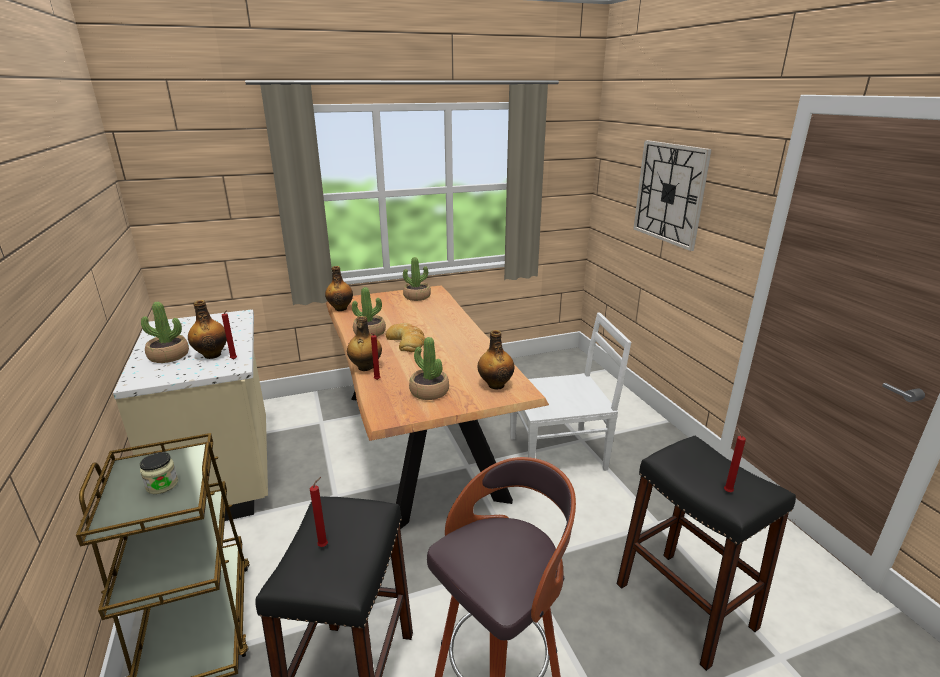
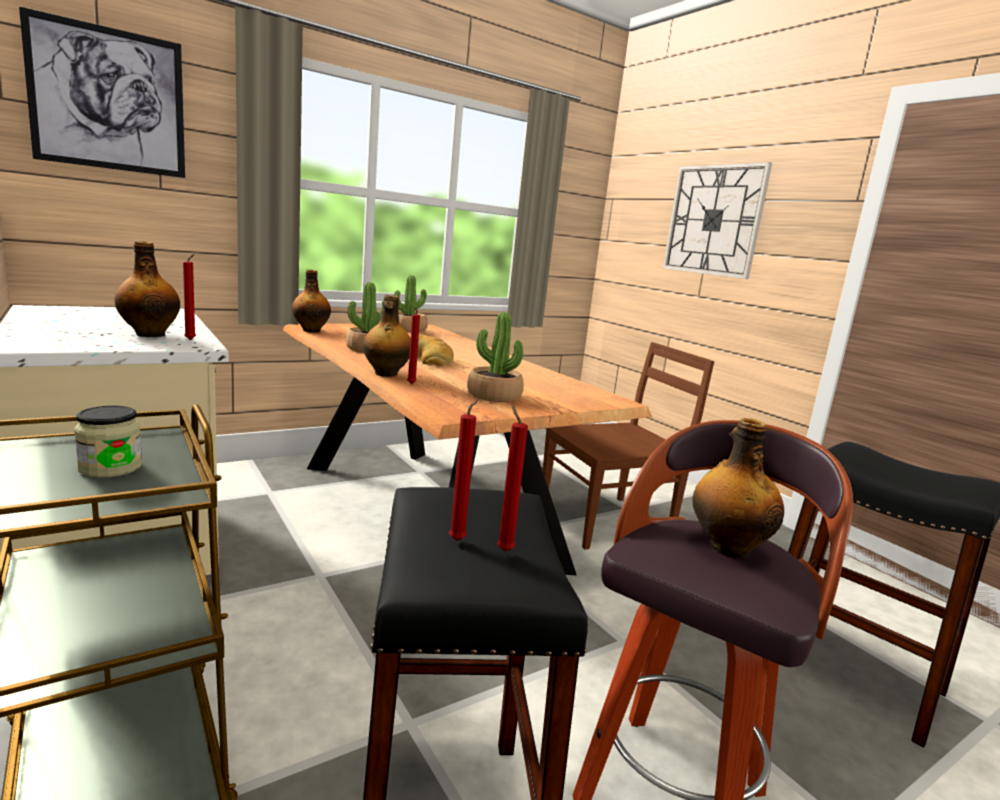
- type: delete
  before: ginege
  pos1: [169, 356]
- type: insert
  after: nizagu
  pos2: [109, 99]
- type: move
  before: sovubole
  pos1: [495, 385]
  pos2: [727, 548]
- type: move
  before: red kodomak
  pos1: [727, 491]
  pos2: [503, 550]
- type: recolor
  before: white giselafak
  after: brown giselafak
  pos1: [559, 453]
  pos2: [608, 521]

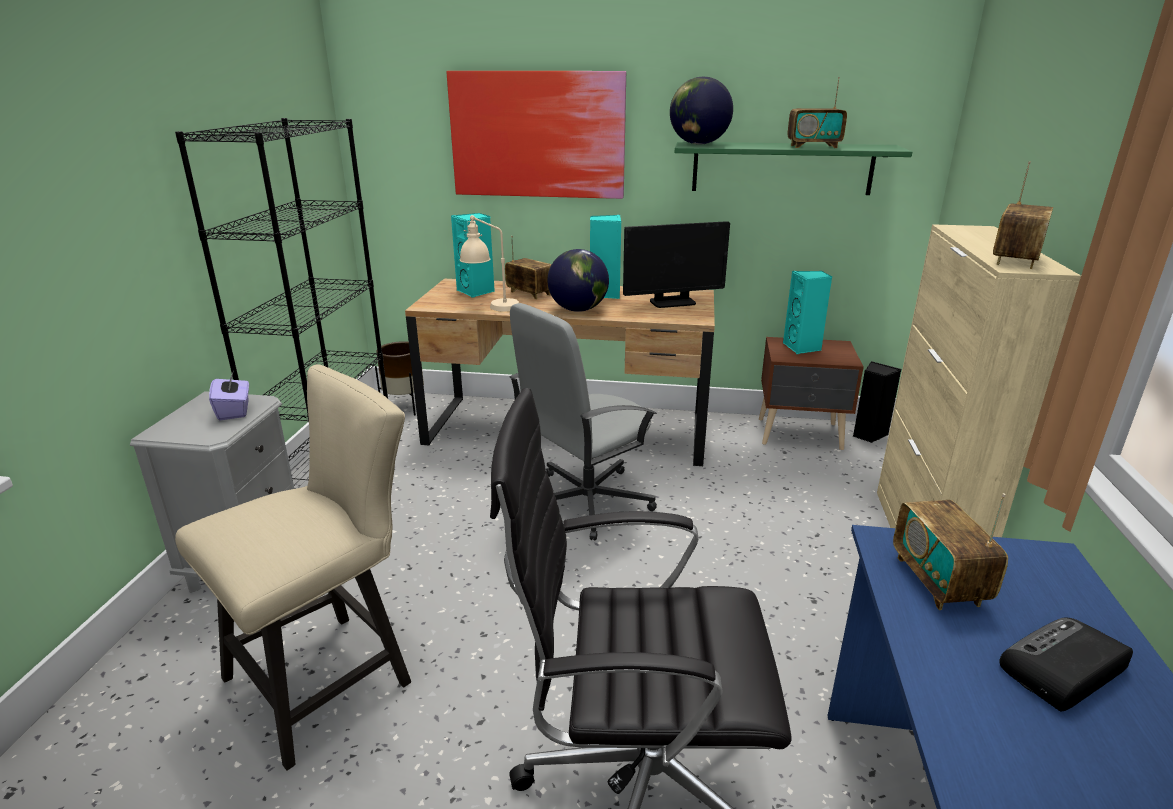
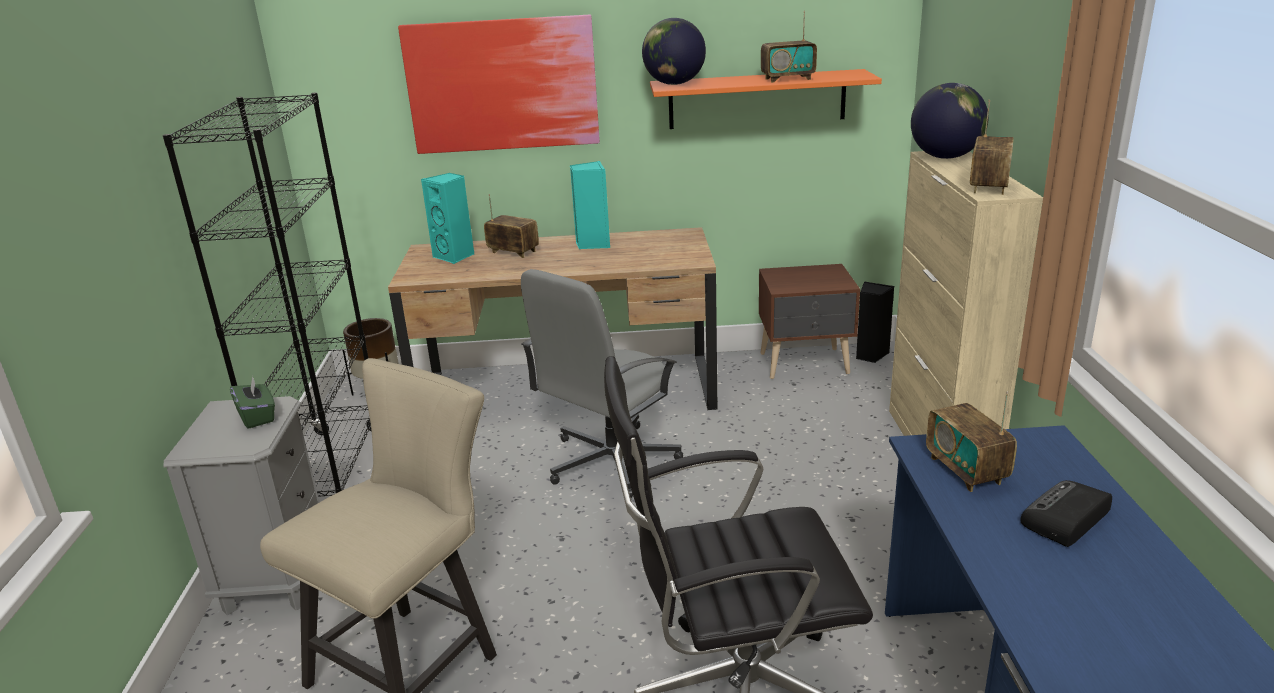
- type: delete
  before: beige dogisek
  pos1: [491, 307]
- type: delete
  before: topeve
  pos1: [672, 302]
- type: delete
  before: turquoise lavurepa
  pos1: [802, 348]
- type: move
  before: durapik
  pos1: [578, 309]
  pos2: [945, 157]
- type: recolor
  before: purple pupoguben
  after: green pupoguben
  pos1: [234, 411]
  pos2: [257, 417]
- type: recolor
  before: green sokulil
  after: orange sokulil
  pos1: [782, 168]
  pos2: [757, 99]

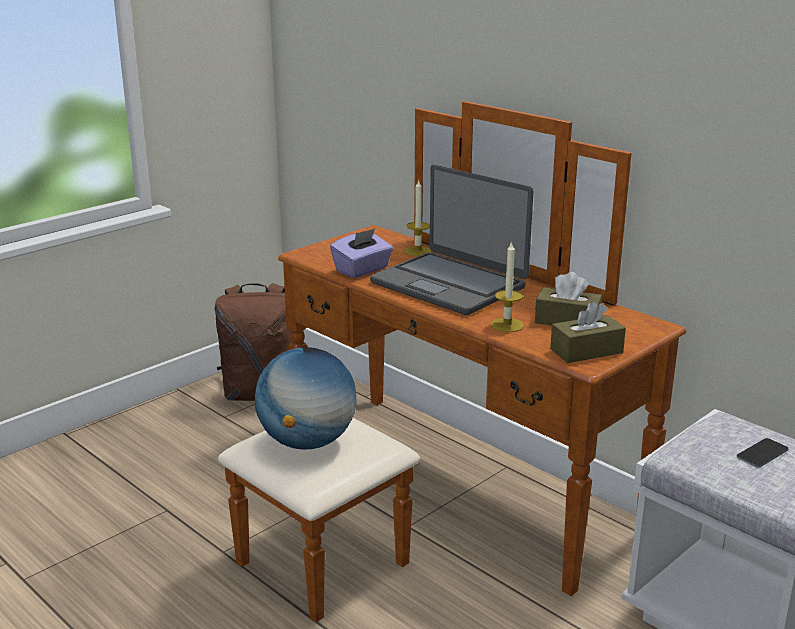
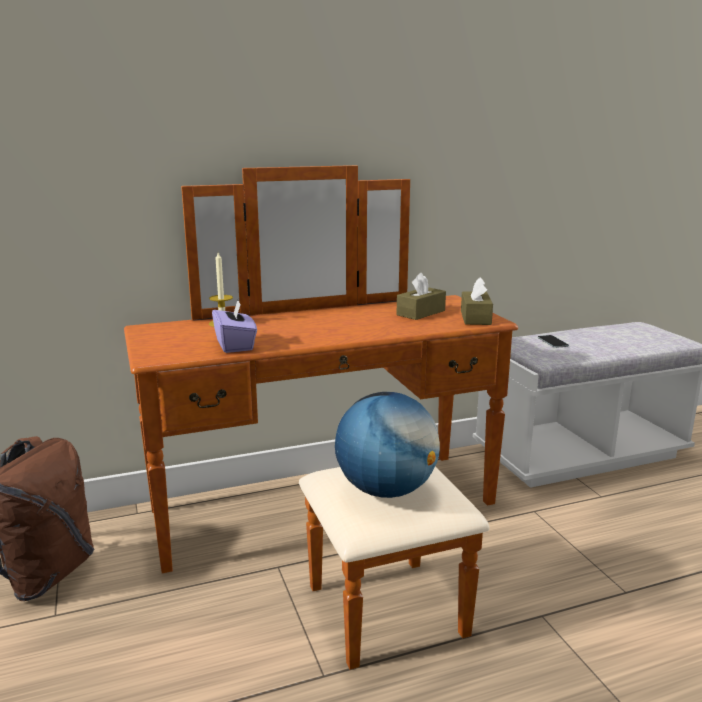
- type: delete
  before: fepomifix
  pos1: [449, 284]
- type: delete
  before: kodomak
  pos1: [507, 325]

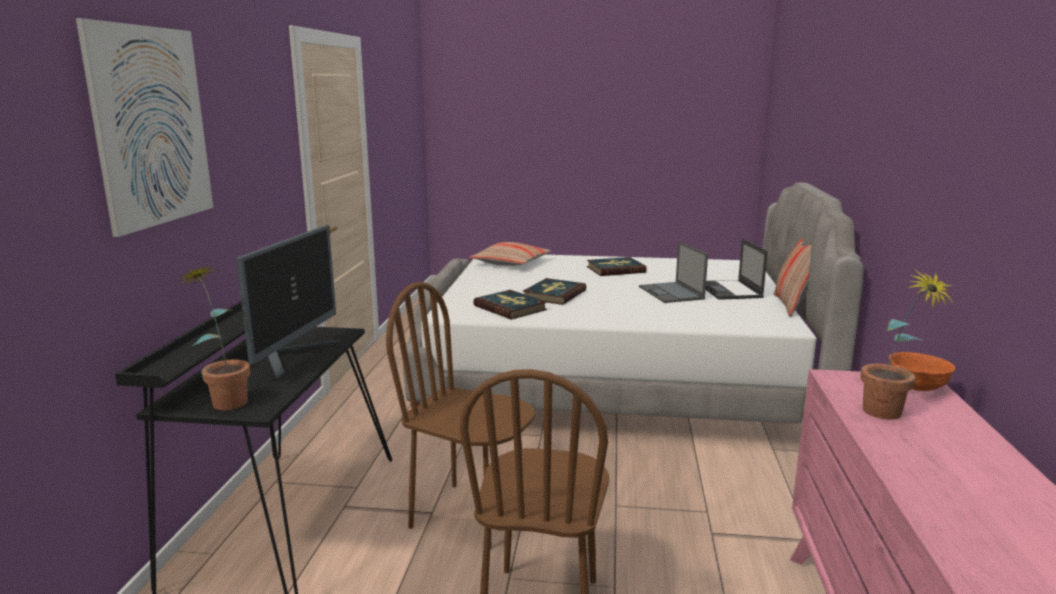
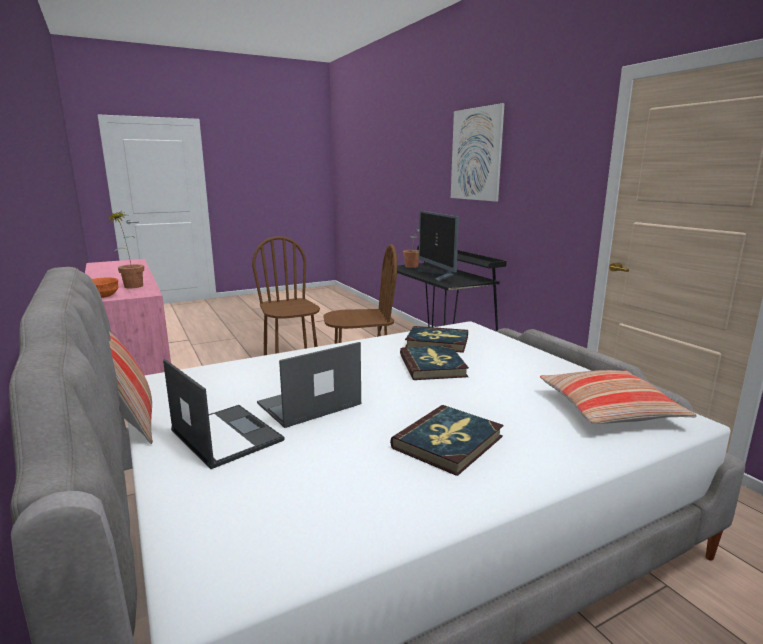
- type: rotate
  before: fepomifix
  pos1: [671, 293]
  pos2: [308, 404]
  turn: -75

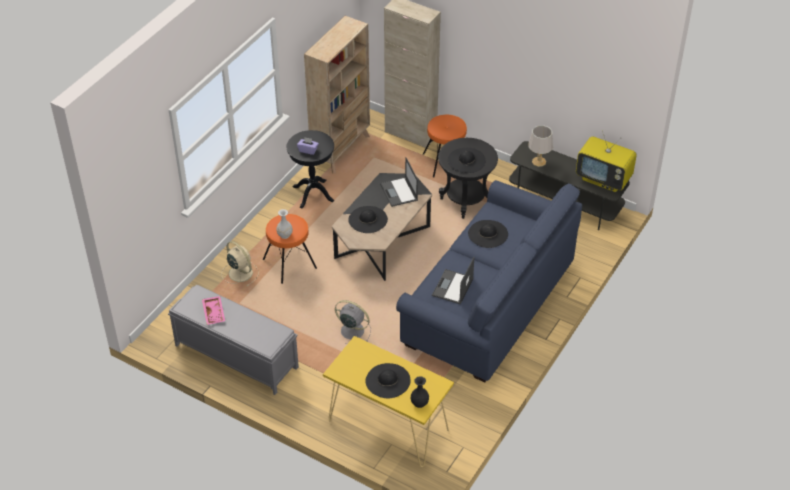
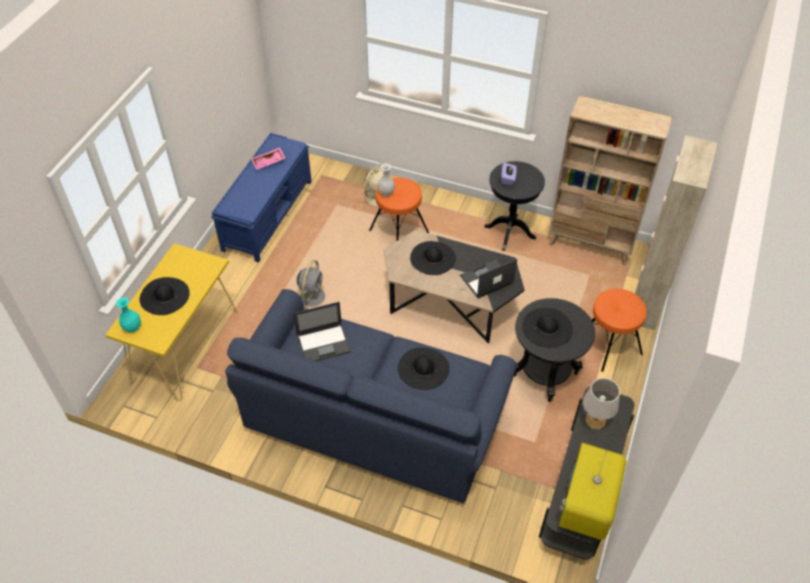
- type: recolor
  before: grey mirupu
  after: blue mirupu
  pos1: [235, 356]
  pos2: [268, 214]
- type: recolor
  before: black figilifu
  after: turquoise figilifu
  pos1: [419, 403]
  pos2: [132, 327]
- type: rotate
  before: fepomifix
  pos1: [452, 287]
  pos2: [324, 343]
  turn: 150

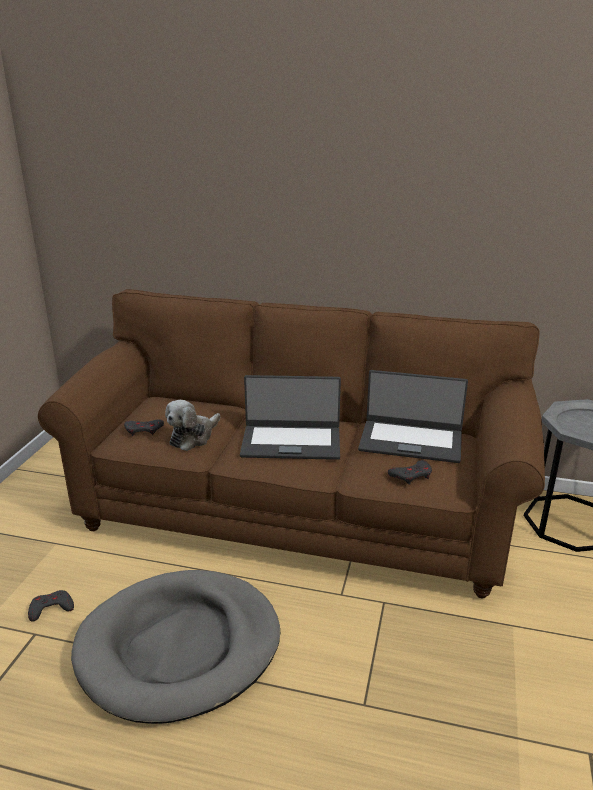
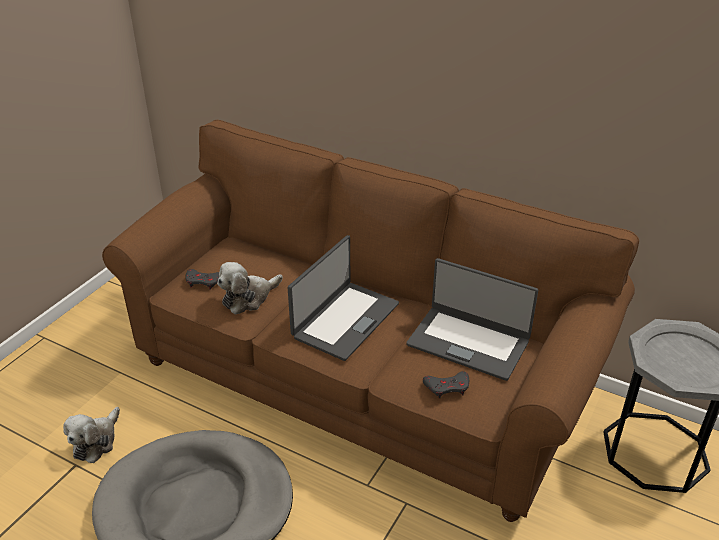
- type: replace
  before: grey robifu
  after: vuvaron
  pos1: [51, 608]
  pos2: [96, 441]
- type: rotate
  before: fepomifix
  pos1: [291, 442]
  pos2: [344, 320]
  turn: -75

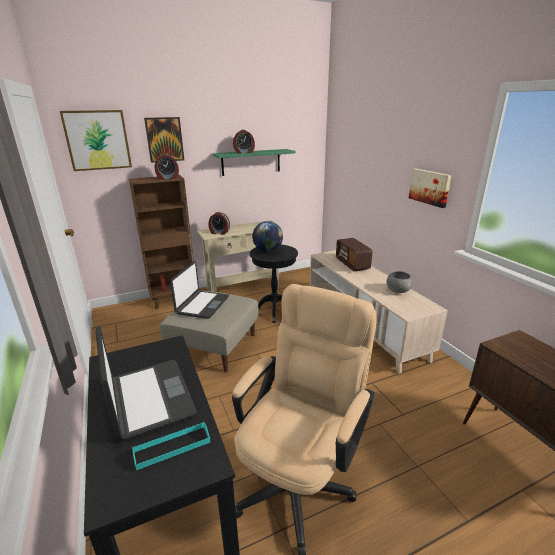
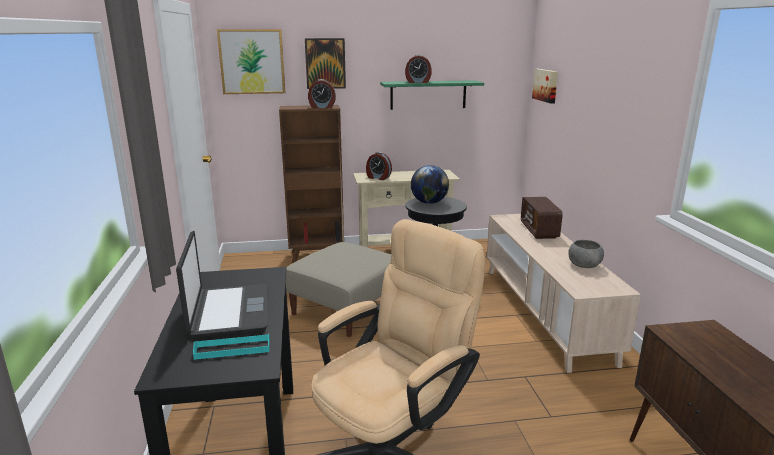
- type: delete
  before: fepomifix
  pos1: [202, 305]
- type: move
  before: nizagu
  pos1: [430, 187]
  pos2: [546, 85]

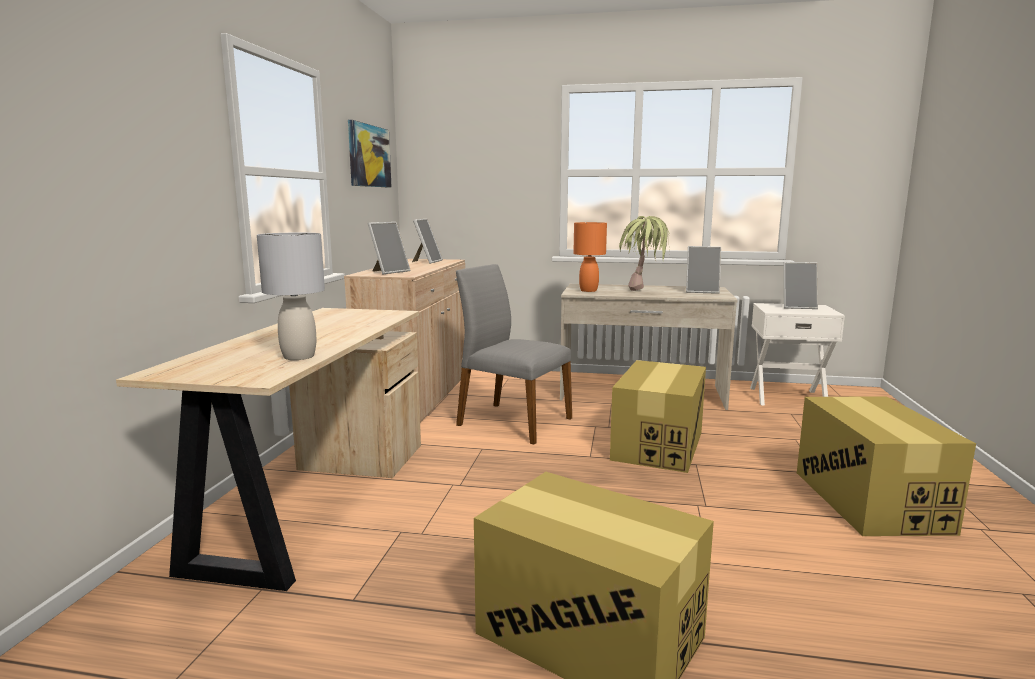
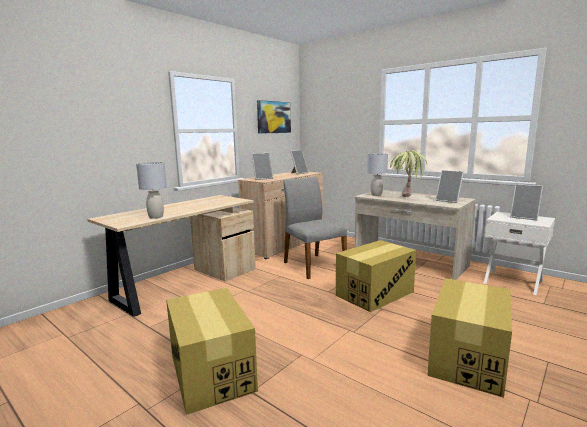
- type: recolor
  before: orange dogisek
  after: grey dogisek
  pos1: [588, 290]
  pos2: [376, 195]

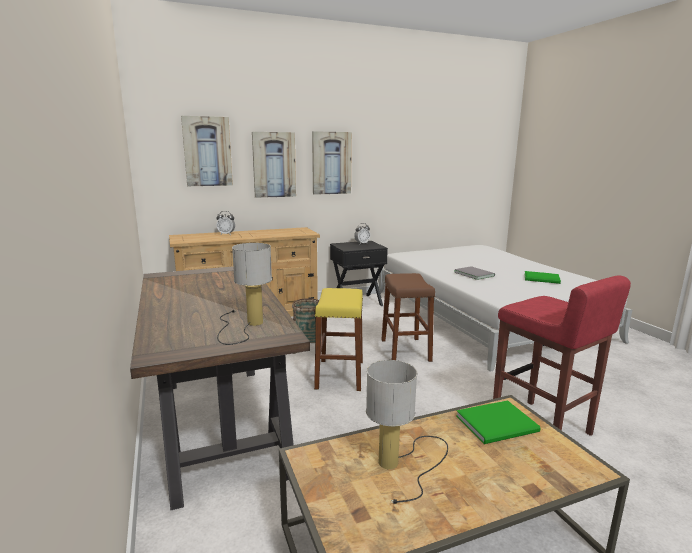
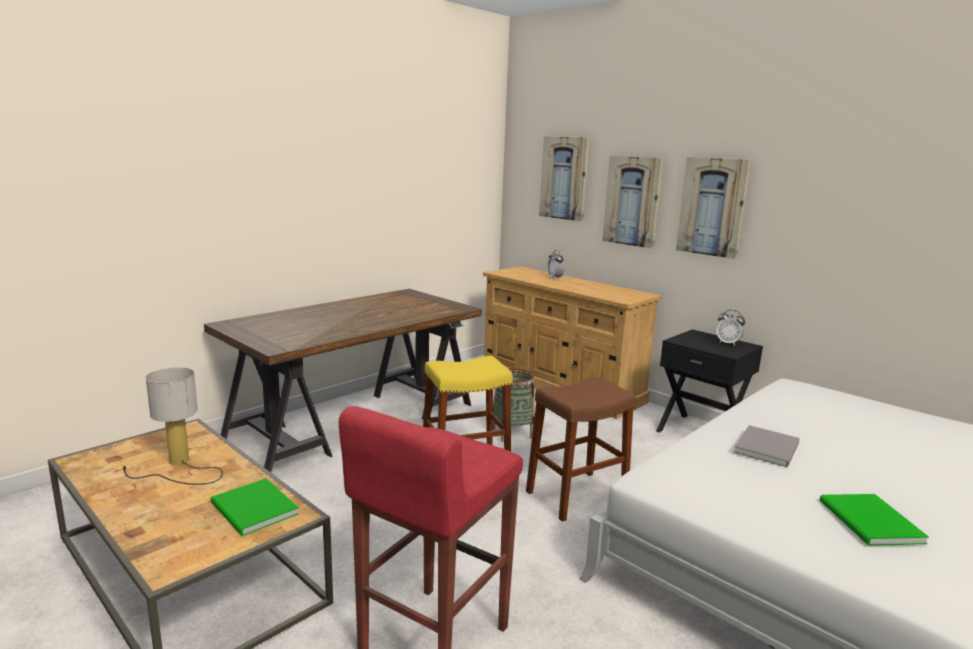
- type: delete
  before: dogisek
  pos1: [245, 325]

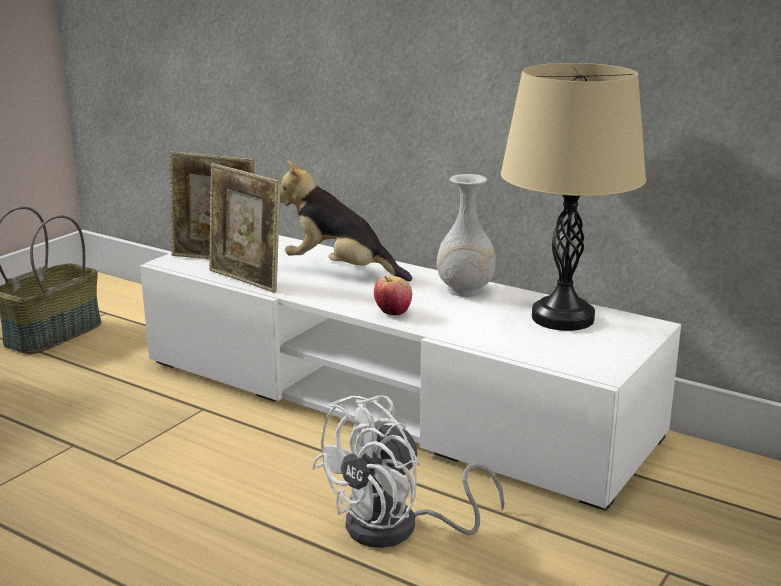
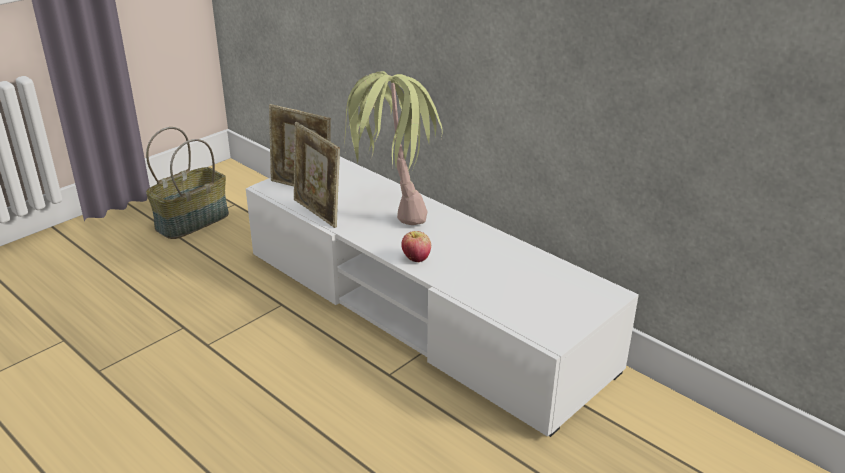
- type: delete
  before: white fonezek
  pos1: [398, 529]
- type: delete
  before: white figilifu
  pos1: [465, 290]
- type: delete
  before: beige dogisek
  pos1: [562, 318]
- type: replace
  before: vuvaron
  after: ginege
  pos1: [340, 271]
  pos2: [391, 209]

